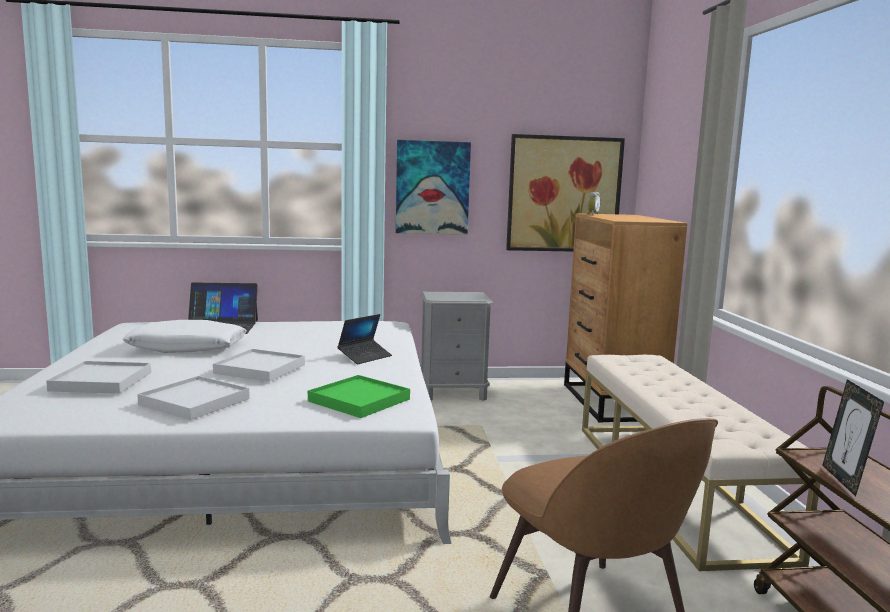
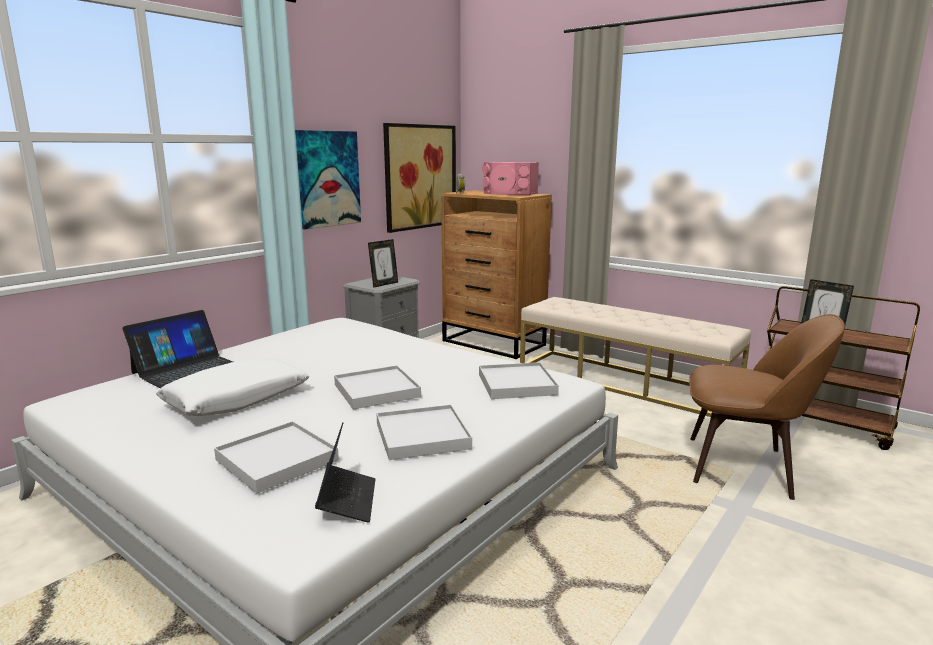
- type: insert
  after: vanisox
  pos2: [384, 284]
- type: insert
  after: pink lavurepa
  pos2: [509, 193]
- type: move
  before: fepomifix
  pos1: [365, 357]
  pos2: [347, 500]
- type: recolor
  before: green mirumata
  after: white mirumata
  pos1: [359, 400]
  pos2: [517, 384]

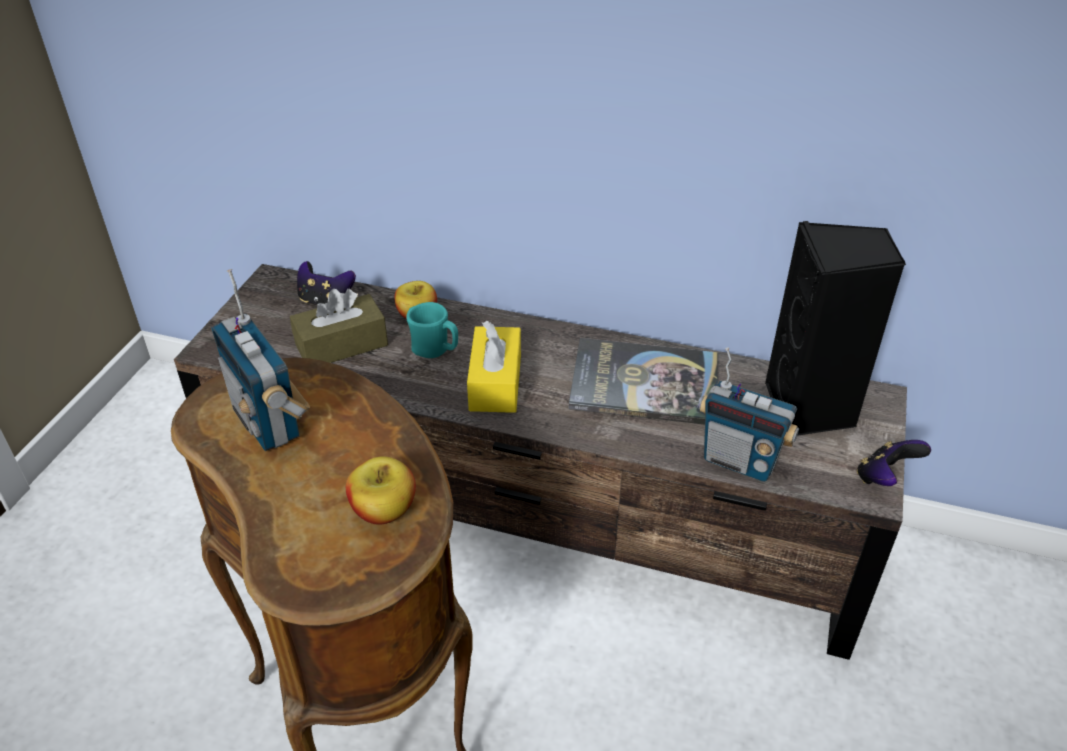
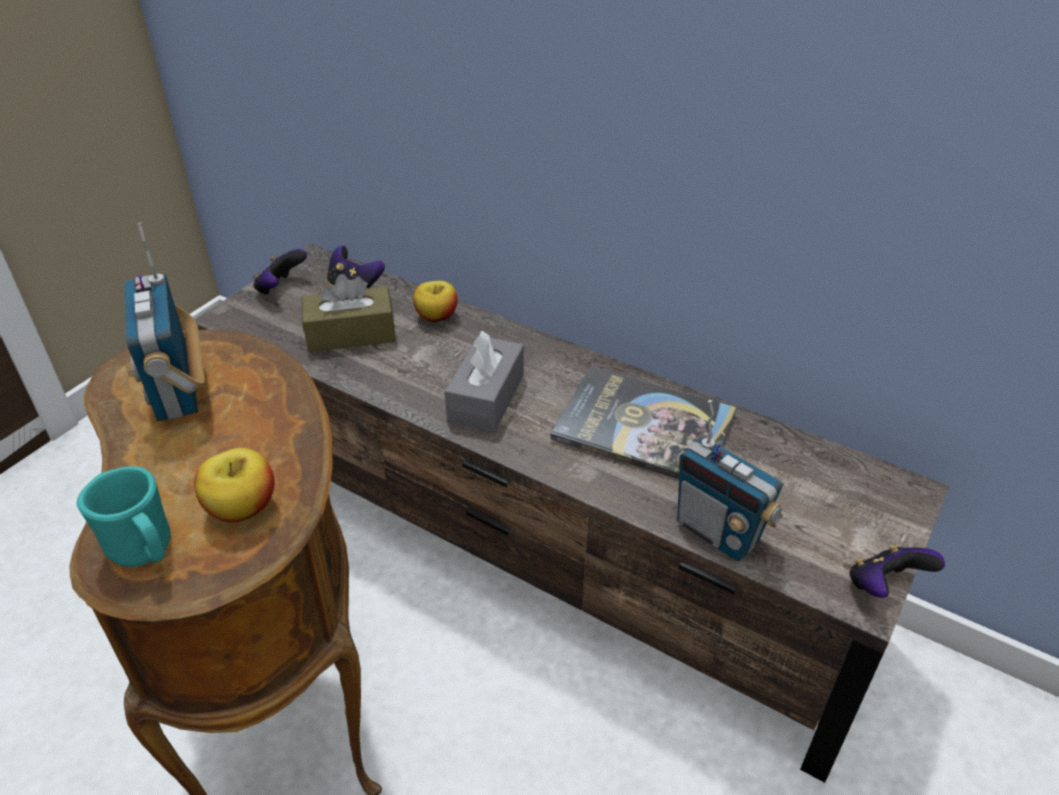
- type: delete
  before: black lavurepa
  pos1: [810, 410]
- type: insert
  after: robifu
  pos2: [281, 288]
- type: move
  before: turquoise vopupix
  pos1: [435, 350]
  pos2: [145, 551]
- type: recolor
  before: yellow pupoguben
  after: grey pupoguben
  pos1: [495, 383]
  pos2: [486, 398]

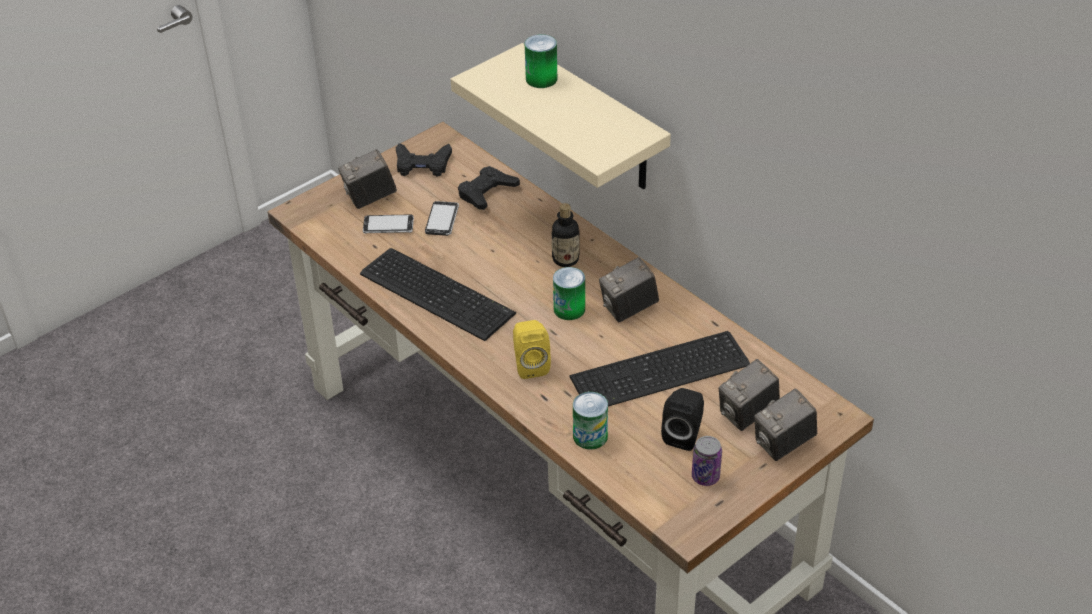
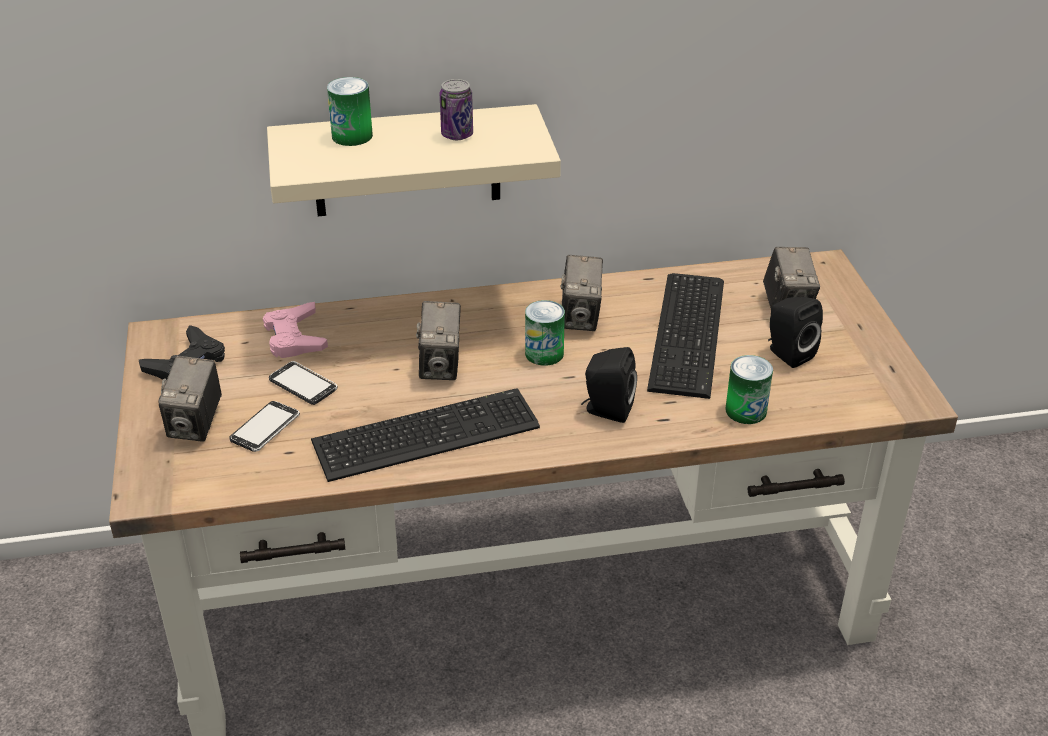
- type: delete
  before: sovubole
  pos1: [565, 259]
- type: move
  before: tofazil
  pos1: [705, 477]
  pos2: [457, 135]
- type: move
  before: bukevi
  pos1: [783, 444]
  pos2: [440, 366]
- type: recolor
  before: black robifu
  after: pink robifu
  pos1: [487, 192]
  pos2: [295, 337]
- type: recolor
  before: yellow lavurepa
  after: black lavurepa
  pos1: [530, 365]
  pos2: [606, 410]

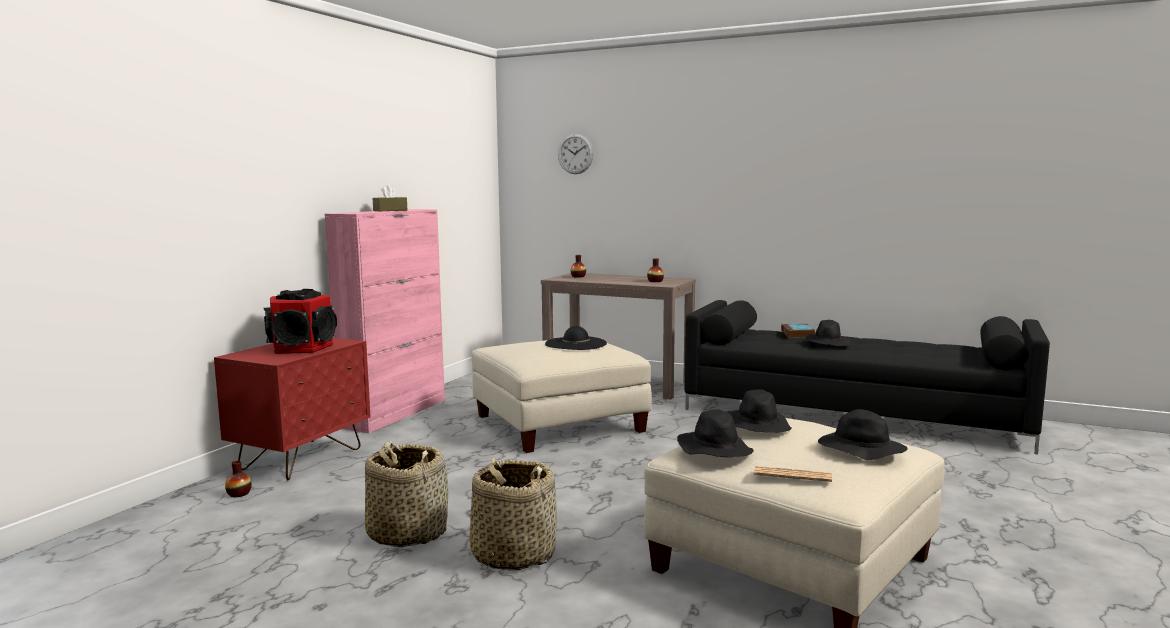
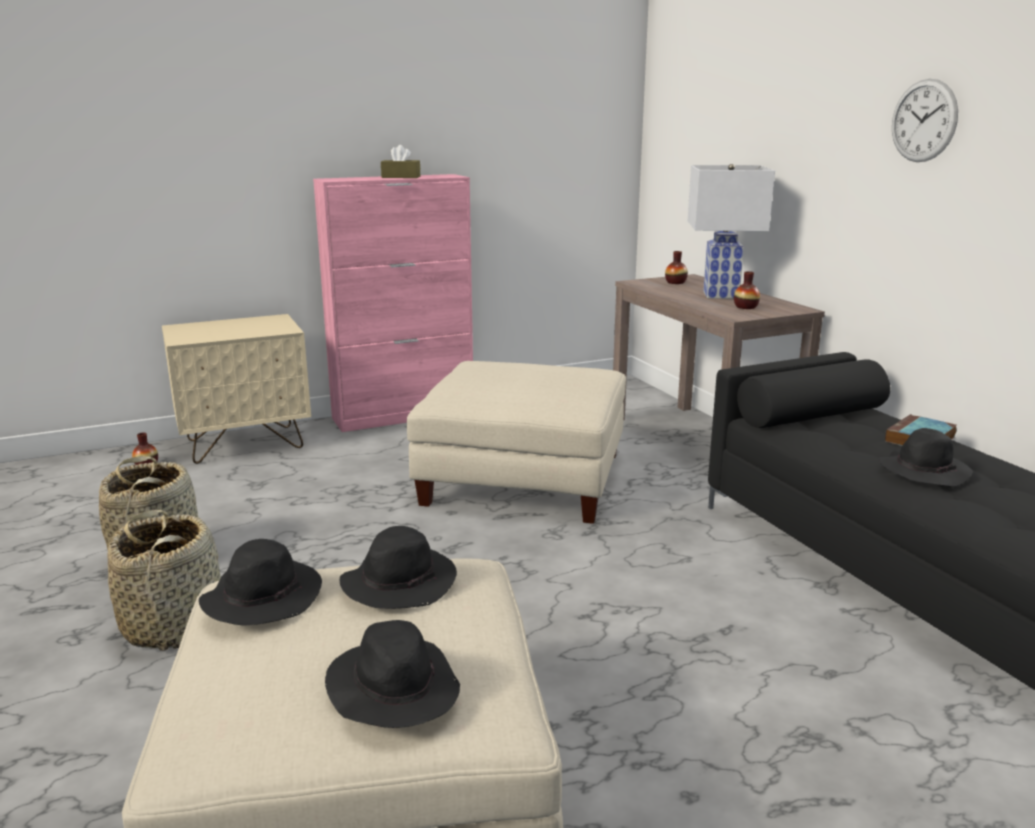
- type: delete
  before: lavurepa
  pos1: [300, 348]
- type: delete
  before: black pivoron
  pos1: [576, 343]
- type: delete
  before: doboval
  pos1: [792, 475]
- type: insert
  after: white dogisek
  pos2: [721, 295]
- type: move
  before: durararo
  pos1: [575, 154]
  pos2: [923, 121]
- type: recolor
  before: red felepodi
  after: beige felepodi
  pos1: [301, 459]
  pos2: [245, 444]

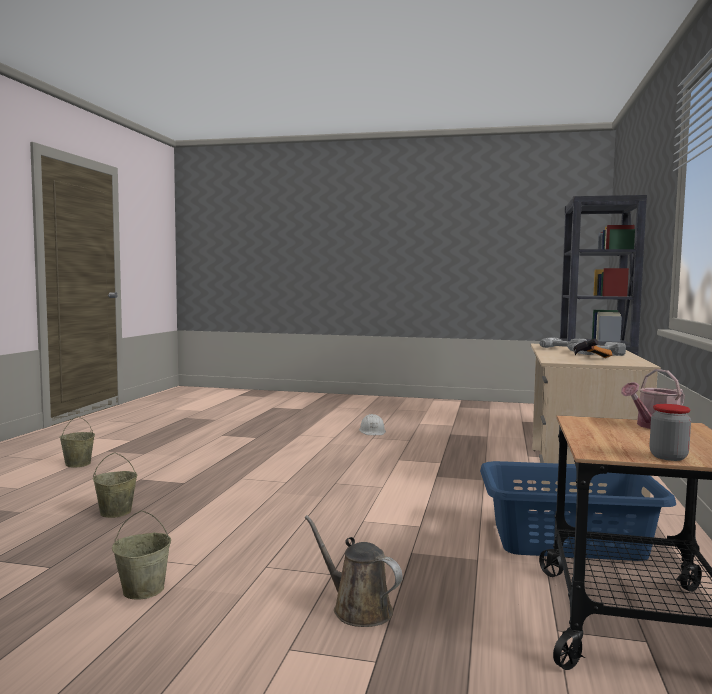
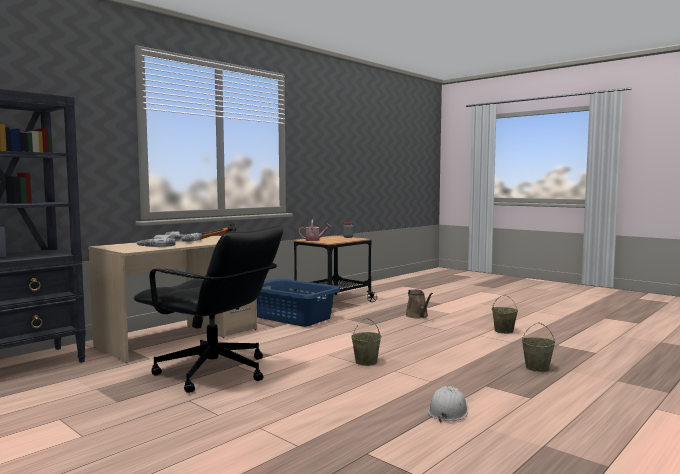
- type: insert
  after: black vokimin
  pos2: [214, 373]
- type: move
  before: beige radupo
  pos1: [78, 464]
  pos2: [366, 362]
- type: move
  before: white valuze
  pos1: [372, 431]
  pos2: [448, 411]

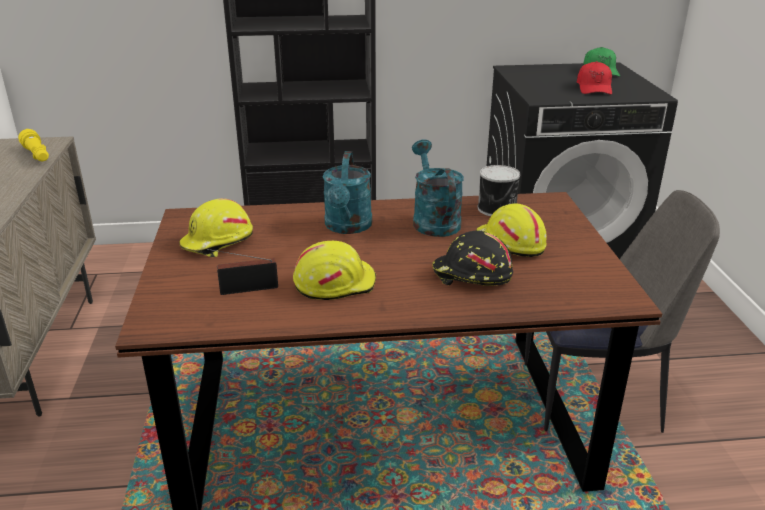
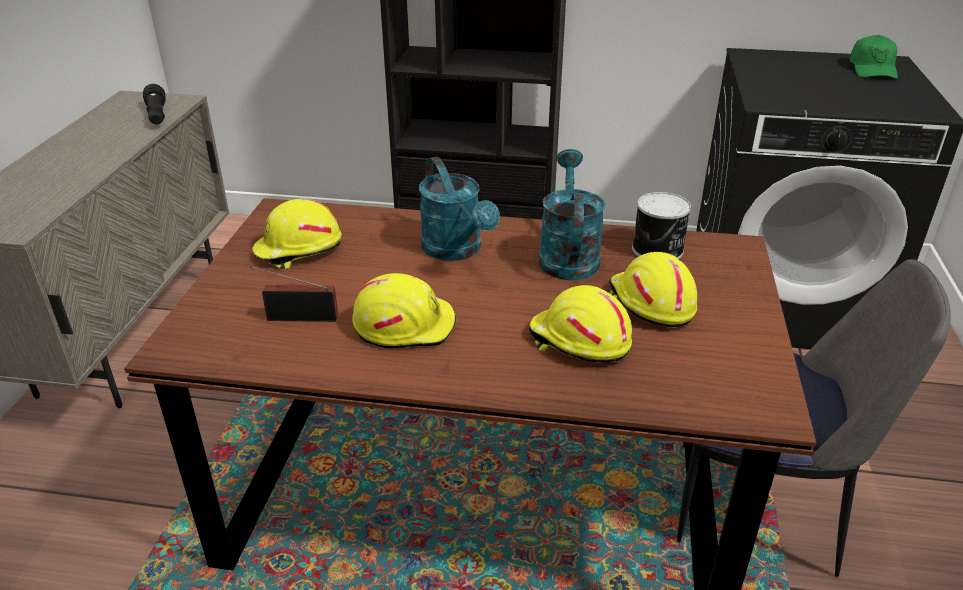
- type: delete
  before: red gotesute
  pos1: [594, 88]
- type: recolor
  before: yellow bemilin
  after: black bemilin
  pos1: [37, 155]
  pos2: [157, 116]
- type: recolor
  before: black valuze
  after: yellow valuze
  pos1: [471, 275]
  pos2: [578, 341]
- type: rotate
  before: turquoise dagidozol
  pos1: [347, 227]
  pos2: [457, 251]
  turn: -45

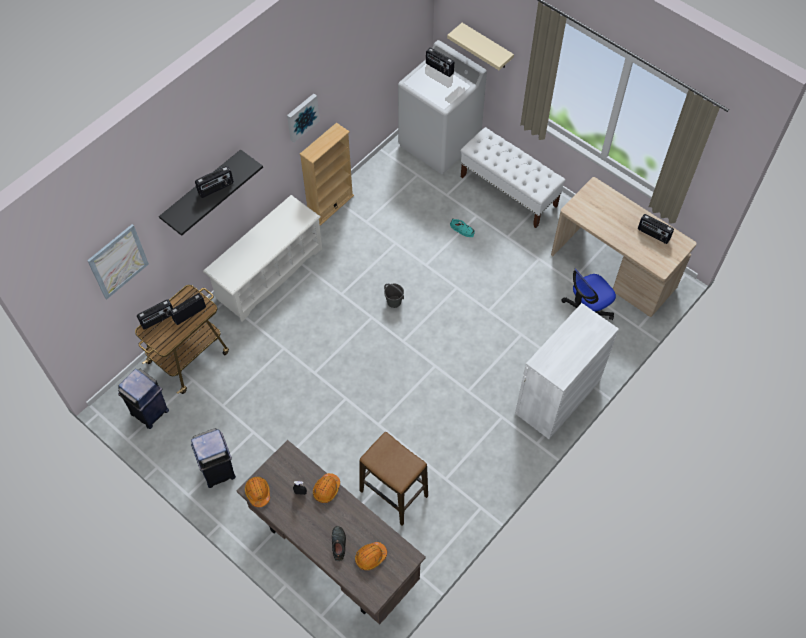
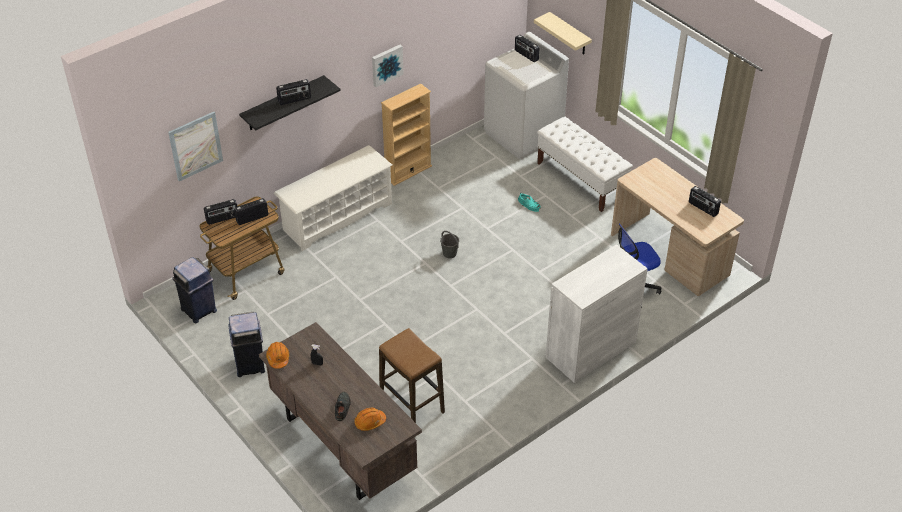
- type: delete
  before: orange valuze
  pos1: [326, 489]

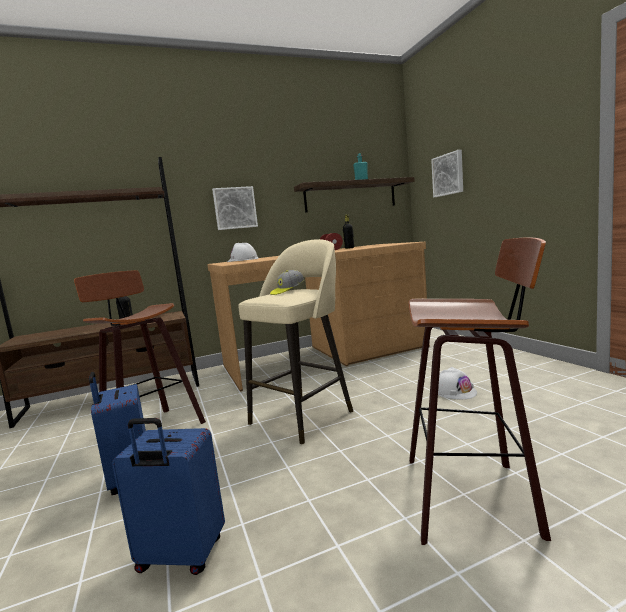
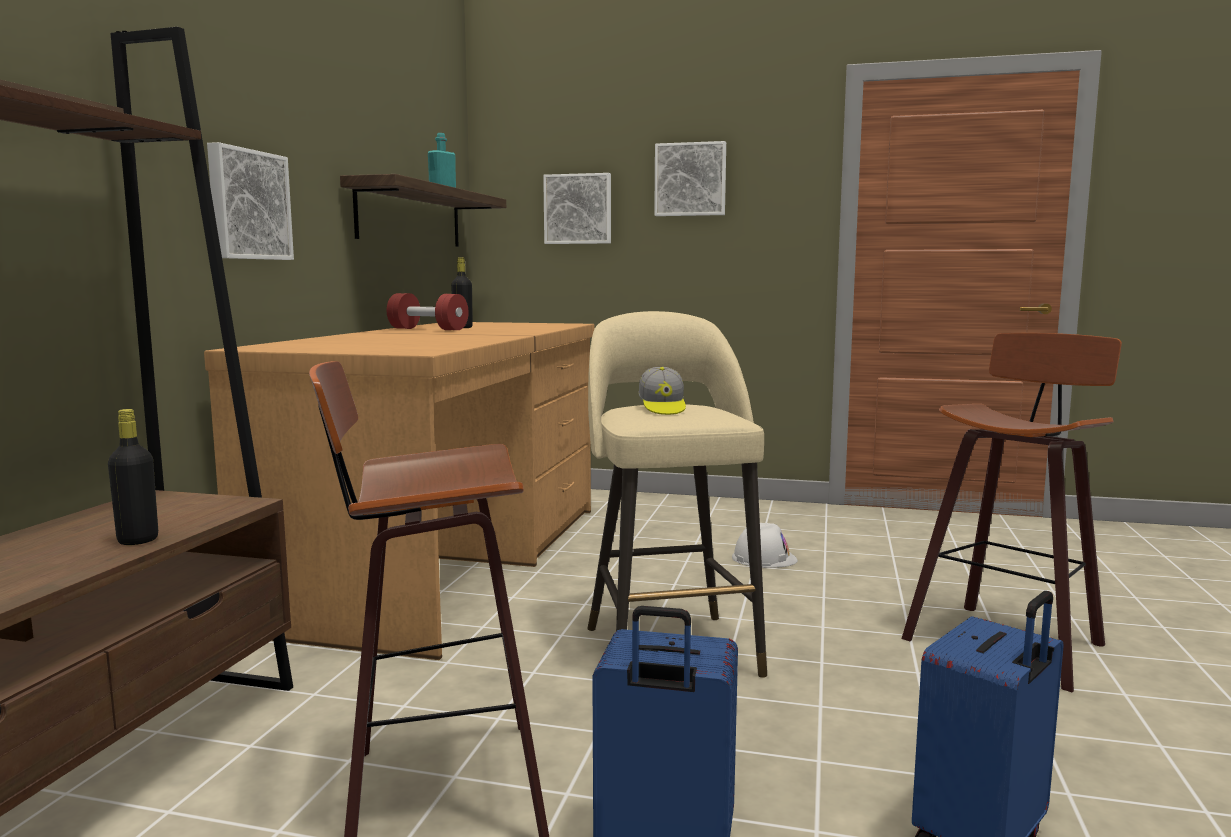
- type: delete
  before: white valuze
  pos1: [243, 260]
- type: insert
  after: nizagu
  pos2: [690, 179]

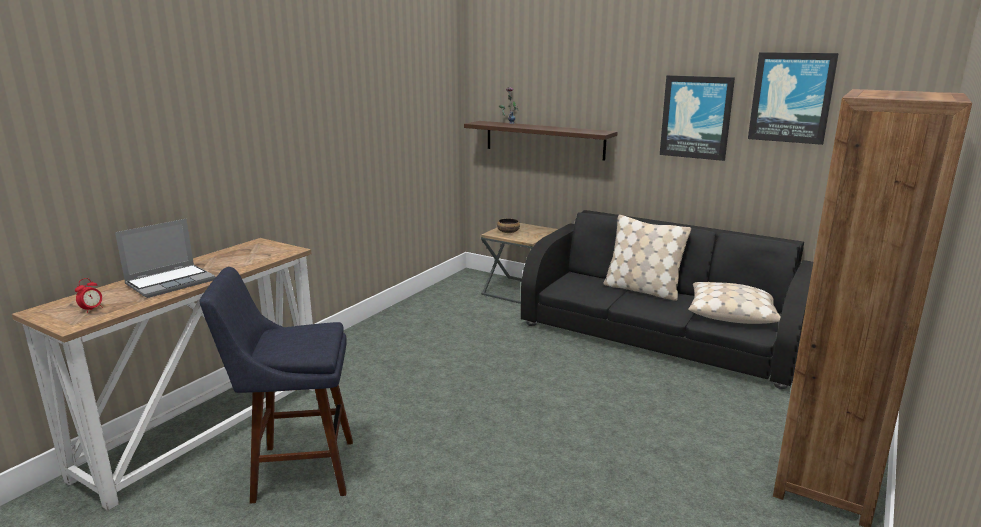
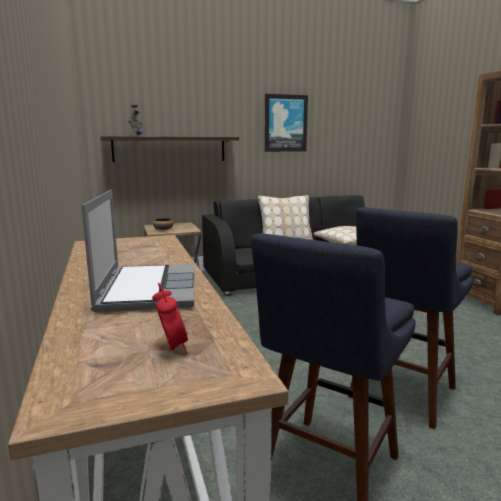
- type: delete
  before: nizagu
  pos1: [791, 97]
- type: insert
  after: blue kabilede
  pos2: [400, 395]

